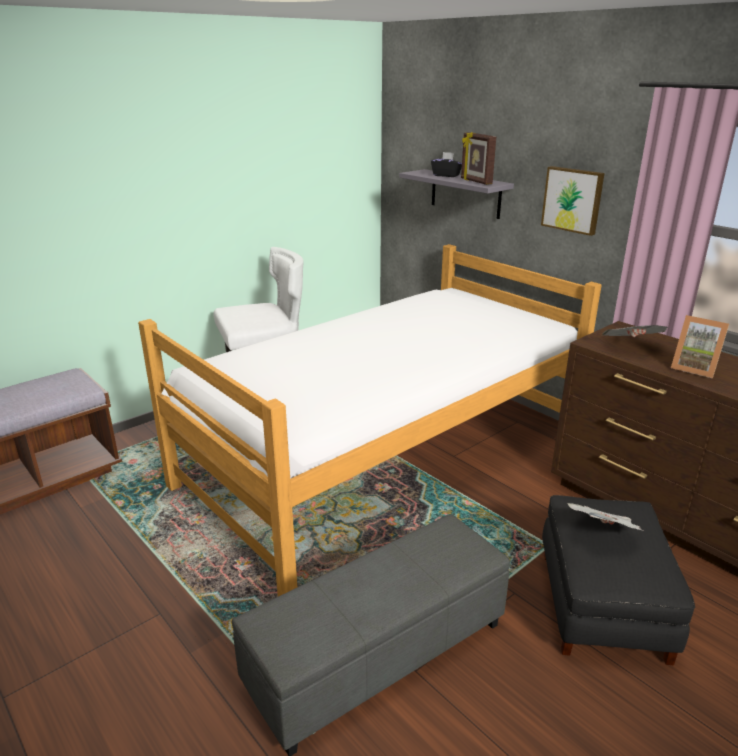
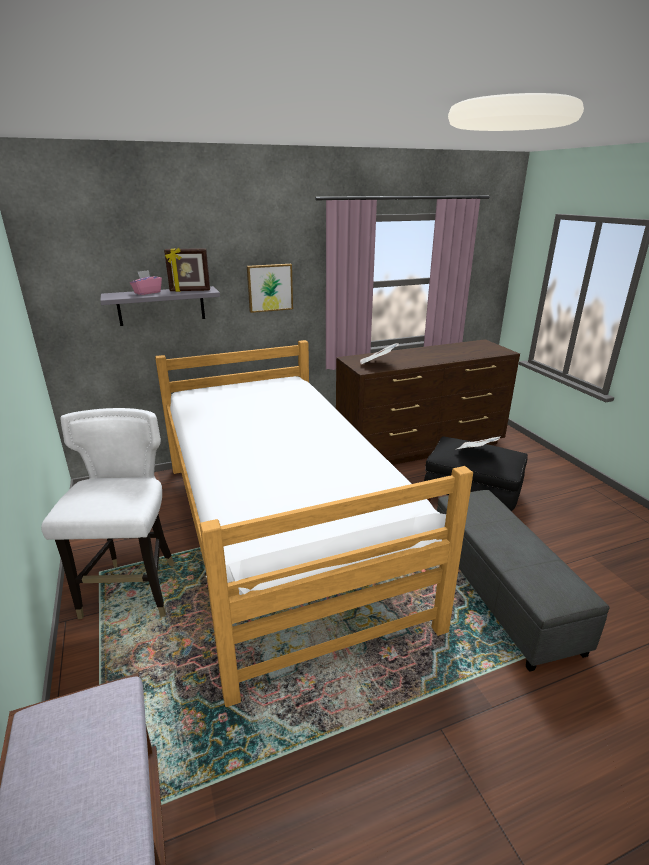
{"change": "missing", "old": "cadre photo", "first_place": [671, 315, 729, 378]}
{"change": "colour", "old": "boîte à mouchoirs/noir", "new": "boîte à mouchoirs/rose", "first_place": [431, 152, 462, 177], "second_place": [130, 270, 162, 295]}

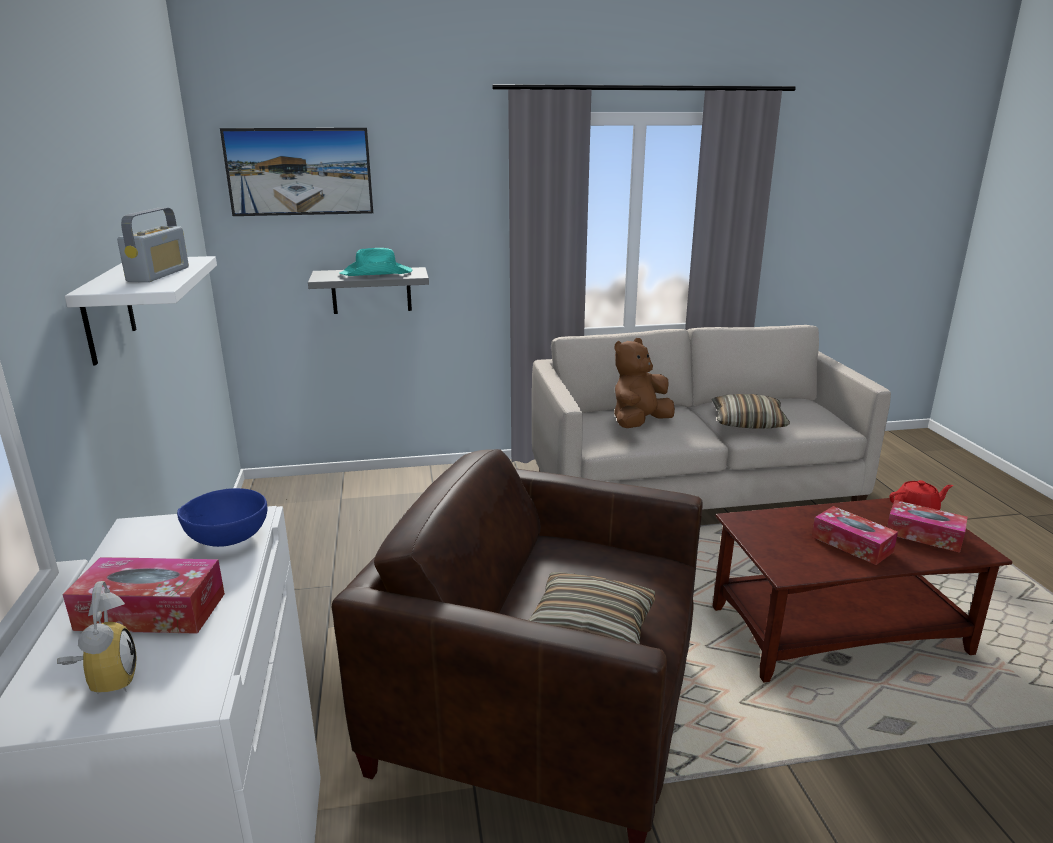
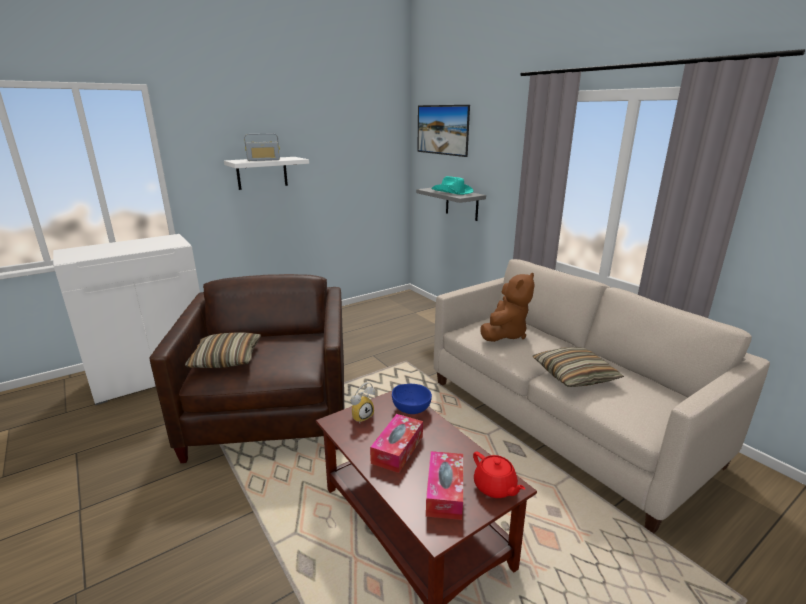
{"change": "missing", "old": "boîte à mouchoirs", "first_place": [63, 557, 225, 634]}
{"change": "relocated", "old": "réveil", "first_place": [57, 581, 136, 695], "second_place": [350, 382, 375, 423]}
{"change": "relocated", "old": "bol/bleu", "first_place": [177, 488, 267, 547], "second_place": [392, 384, 432, 414]}
{"change": "spun", "old": "peluche/marron", "first_place": [614, 338, 675, 428], "second_place": [480, 273, 535, 342], "degrees": 105}

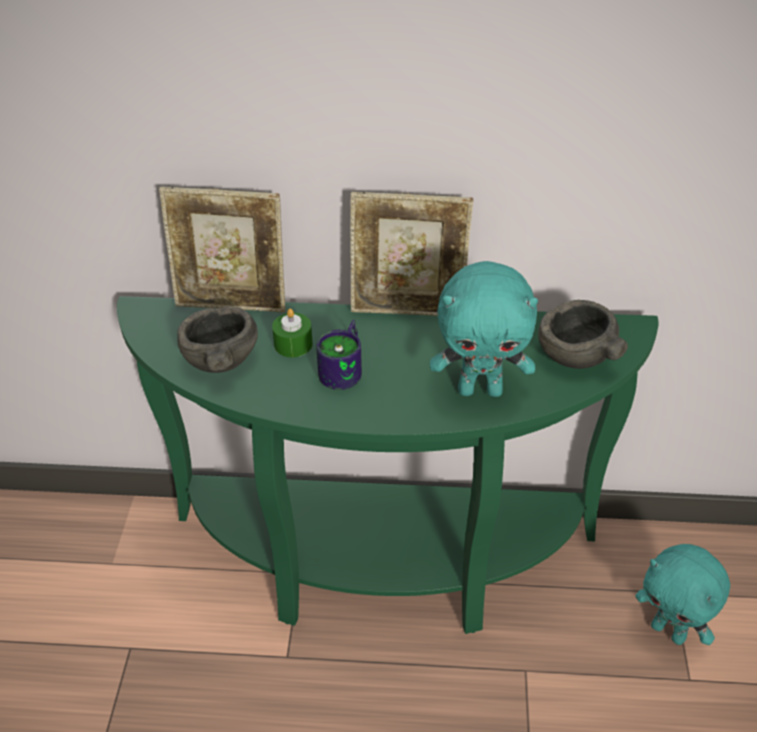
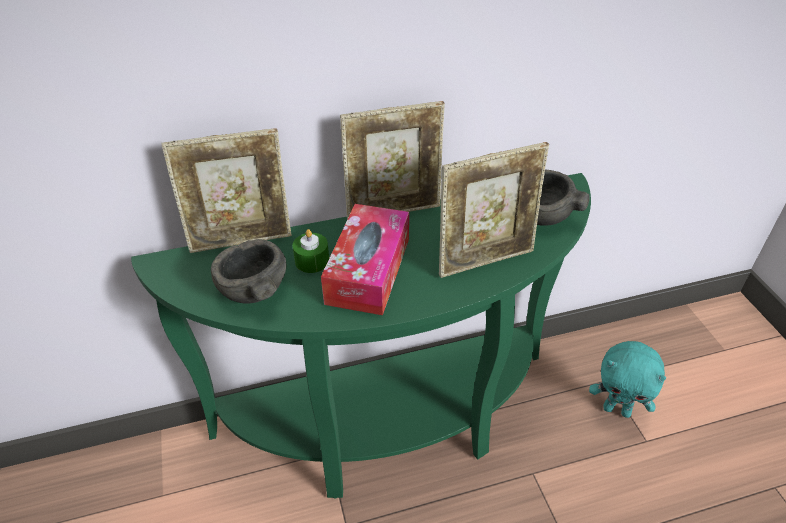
{"change": "exchanged", "old": "mug", "new": "boîte à mouchoirs", "first_place": [316, 320, 362, 390], "second_place": [321, 204, 409, 315]}
{"change": "exchanged", "old": "peluche/turquoise", "new": "cadre photo", "first_place": [430, 261, 538, 397], "second_place": [439, 142, 549, 278]}

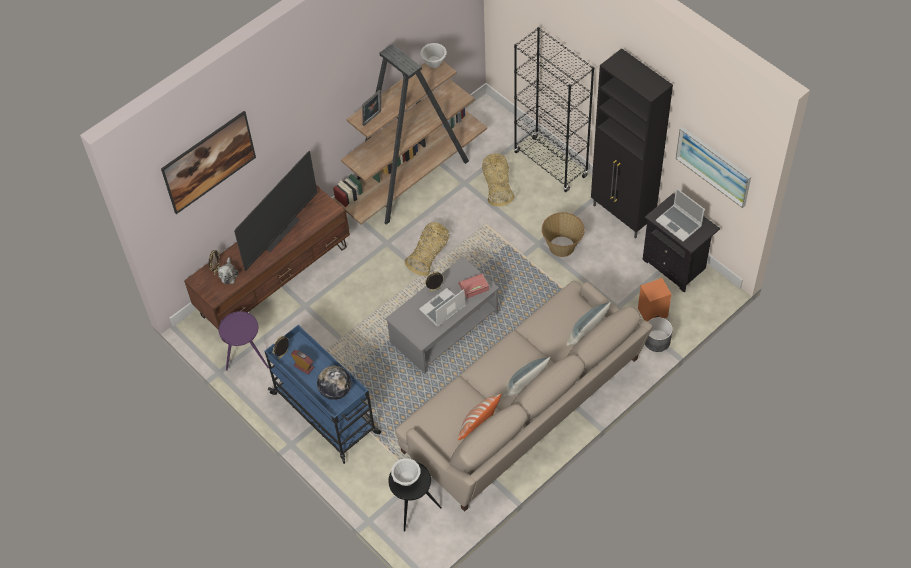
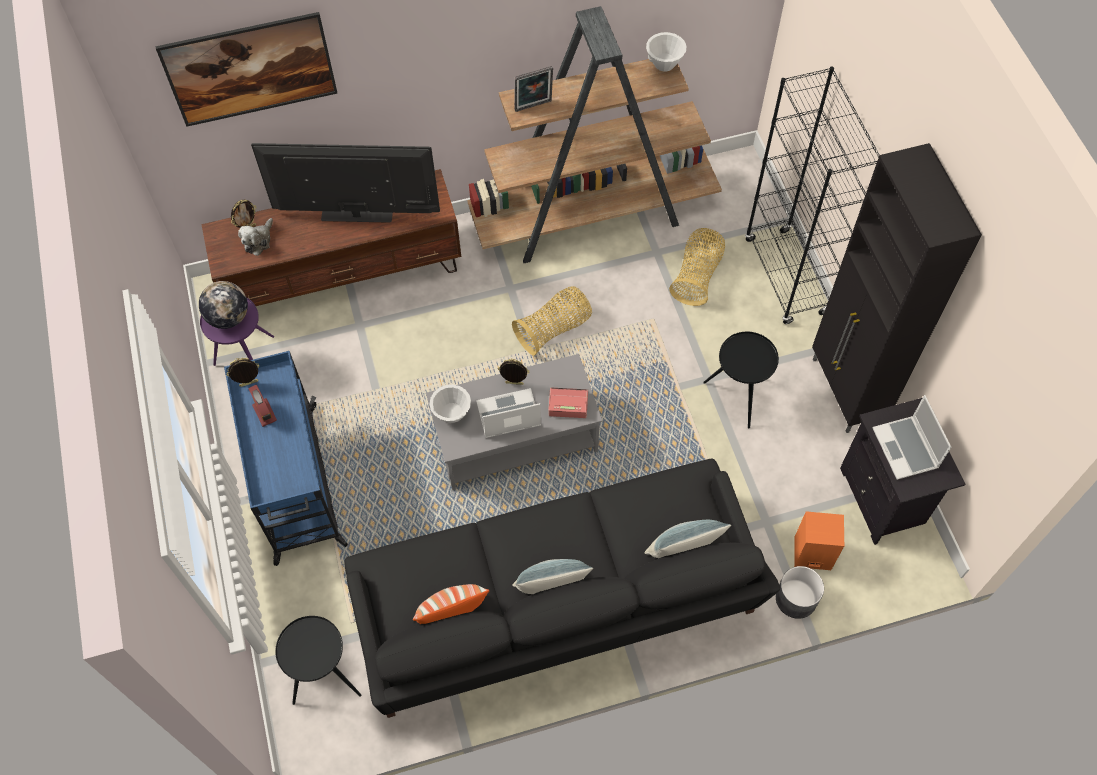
{"change": "missing", "old": "tableau", "first_place": [676, 127, 751, 208]}
{"change": "relocated", "old": "globe", "first_place": [317, 366, 351, 400], "second_place": [199, 281, 248, 329]}
{"change": "relocated", "old": "bol/blanc", "first_place": [391, 458, 420, 486], "second_place": [429, 385, 471, 423]}
{"change": "exchanged", "old": "panier", "new": "table d'appoint/noir", "first_place": [542, 212, 585, 257], "second_place": [703, 332, 779, 428]}
{"change": "colour", "old": "canapé/beige", "new": "canapé/noir", "first_place": [395, 281, 653, 512], "second_place": [345, 459, 780, 718]}
{"change": "spun", "old": "téléviseur", "first_place": [234, 151, 317, 271], "second_place": [251, 143, 440, 223], "degrees": -150}

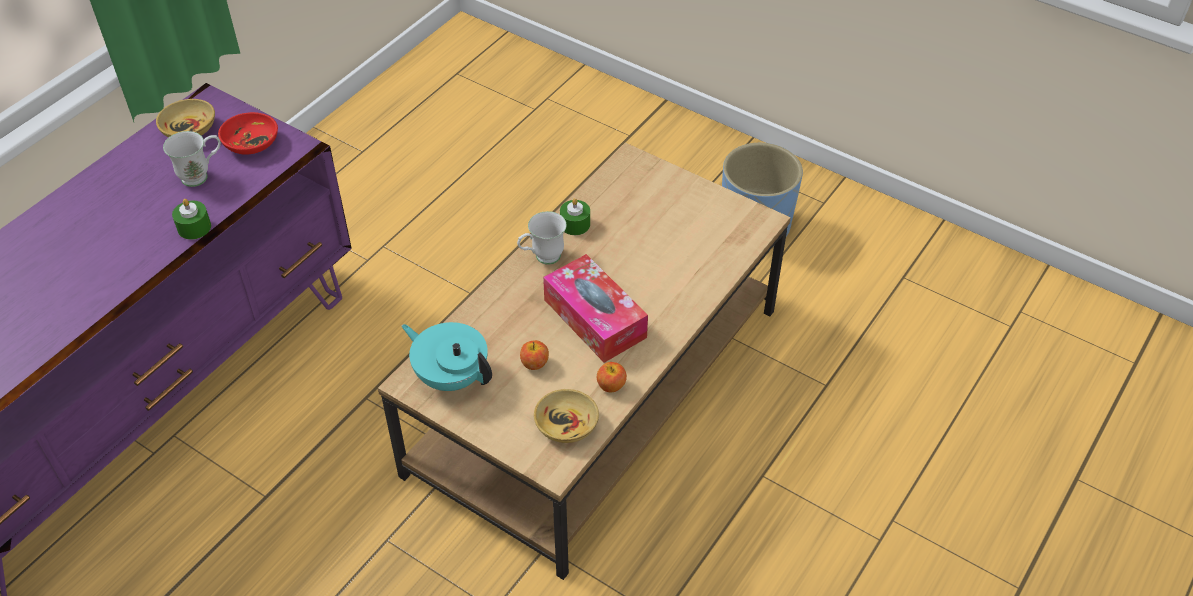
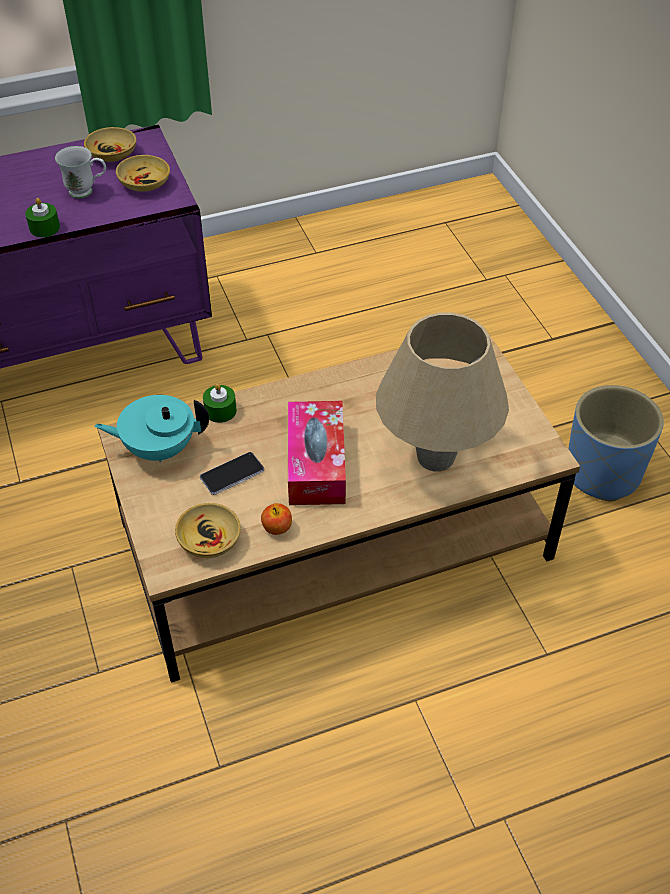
{"change": "missing", "old": "mug/blanc", "first_place": [517, 211, 567, 265]}
{"change": "appeared", "new": "lampe de table/beige", "second_place": [376, 312, 509, 471]}
{"change": "relocated", "old": "bougie/vert", "first_place": [560, 198, 590, 235], "second_place": [203, 384, 237, 423]}
{"change": "exchanged", "old": "pomme", "new": "téléphone", "first_place": [520, 340, 549, 370], "second_place": [200, 452, 264, 495]}
{"change": "colour", "old": "bol/rouge", "new": "bol/beige", "first_place": [218, 112, 278, 155], "second_place": [116, 155, 170, 192]}
{"change": "spun", "old": "théière/turquoise", "first_place": [402, 322, 492, 391], "second_place": [95, 395, 209, 462], "degrees": -75}

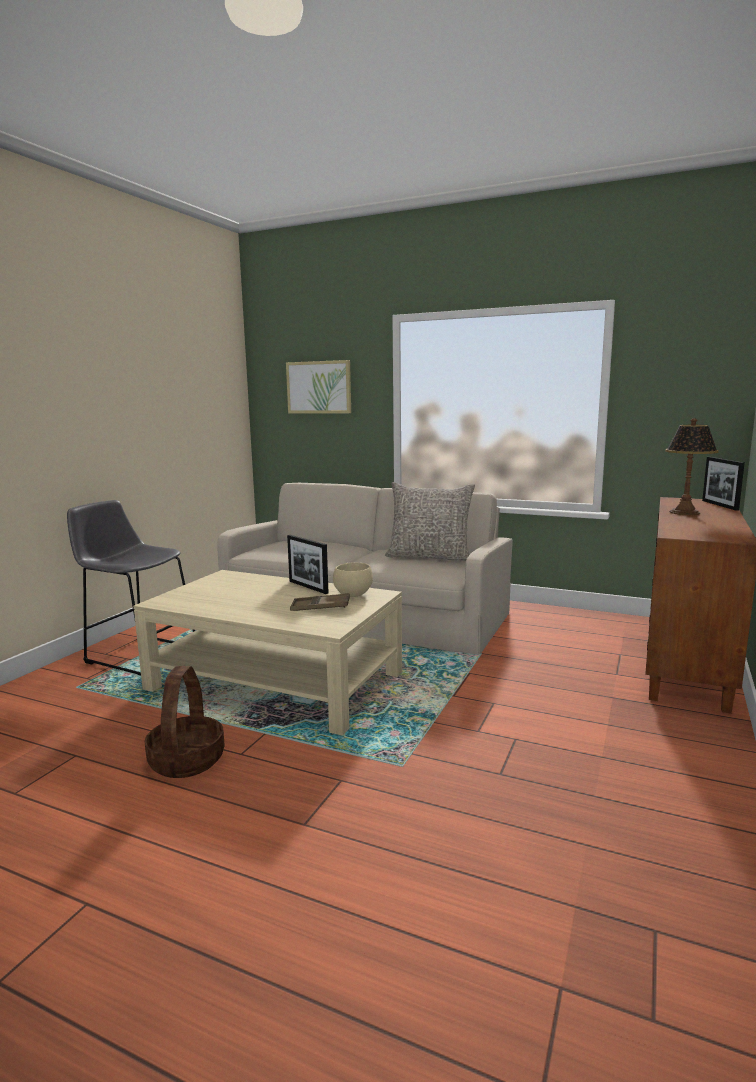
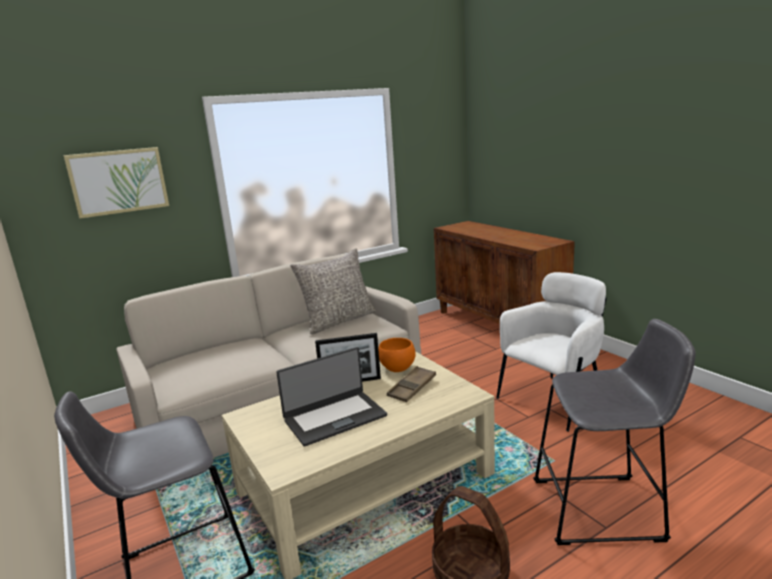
{"change": "missing", "old": "lampe de table", "first_place": [665, 418, 719, 515]}
{"change": "missing", "old": "cadre photo", "first_place": [702, 457, 745, 511]}
{"change": "appeared", "new": "ordinateur portable", "second_place": [276, 347, 387, 446]}
{"change": "appeared", "new": "fauteuil/blanc", "second_place": [496, 272, 607, 432]}
{"change": "appeared", "new": "tabouret/gris", "second_place": [533, 319, 696, 545]}
{"change": "colour", "old": "bol/beige", "new": "bol/orange", "first_place": [333, 562, 373, 597], "second_place": [378, 338, 416, 372]}

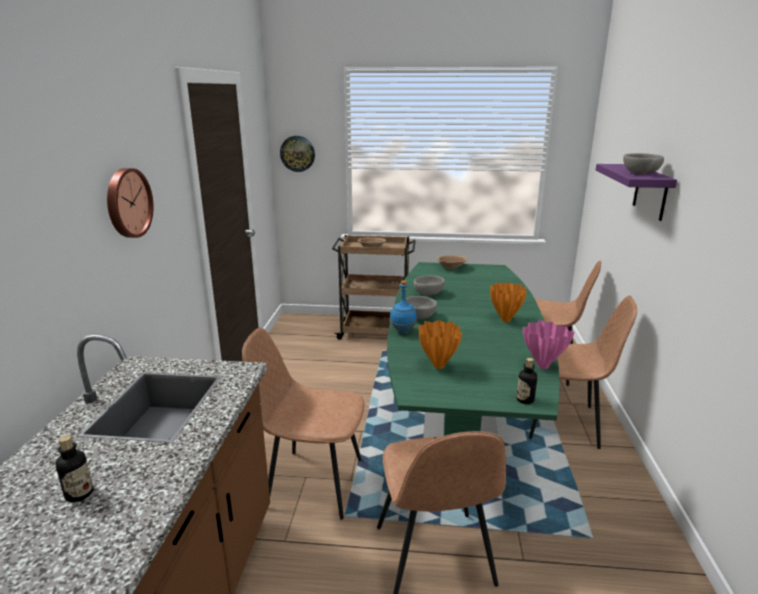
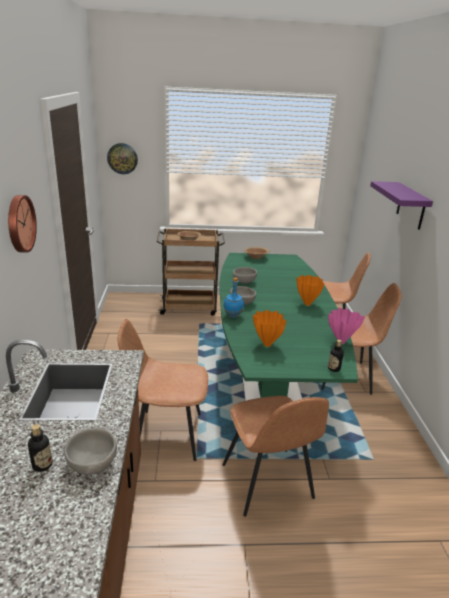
{"change": "relocated", "old": "bol/gris", "first_place": [623, 153, 664, 174], "second_place": [64, 428, 117, 475]}

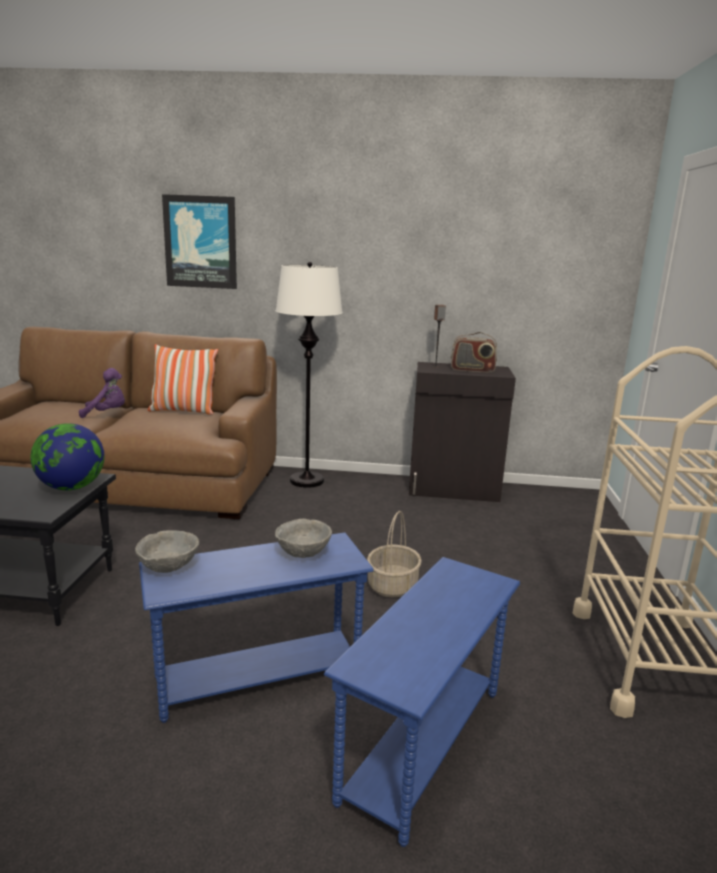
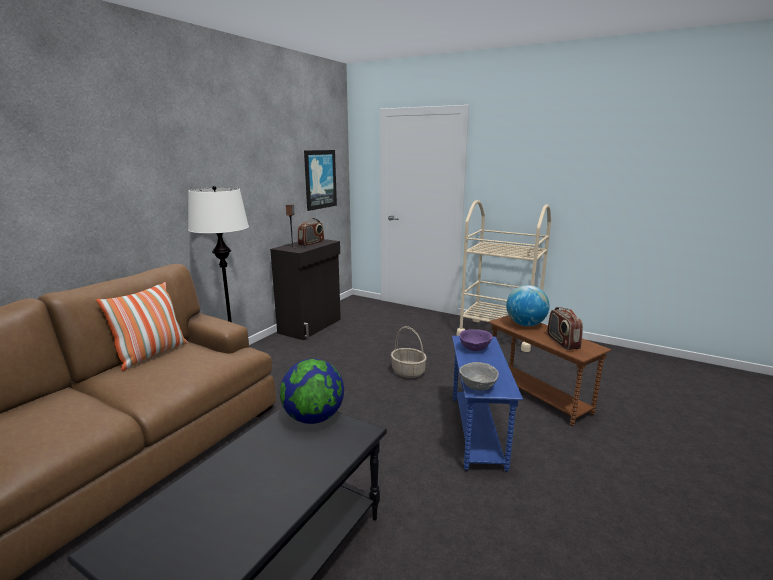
{"change": "missing", "old": "peluche/violet", "first_place": [79, 368, 125, 418]}
{"change": "appeared", "new": "globe", "second_place": [506, 285, 550, 326]}
{"change": "appeared", "new": "radio", "second_place": [547, 307, 583, 350]}
{"change": "relocated", "old": "tableau", "first_place": [162, 194, 237, 289], "second_place": [304, 150, 337, 211]}
{"change": "colour", "old": "bol/gris", "new": "bol/violet", "first_place": [275, 519, 332, 558], "second_place": [460, 329, 493, 351]}
{"change": "colour", "old": "table d'appoint/bleu", "new": "table d'appoint/marron", "first_place": [324, 557, 520, 847], "second_place": [488, 315, 611, 426]}

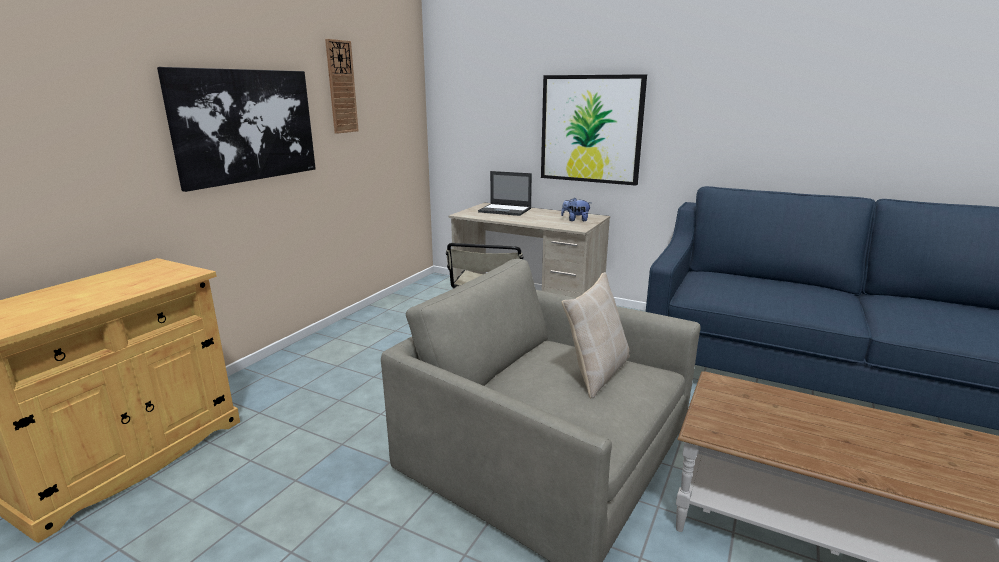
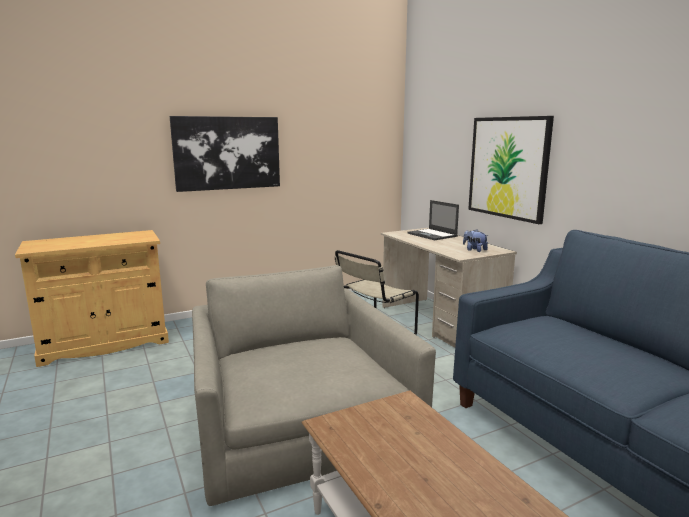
{"change": "missing", "old": "horloge murale", "first_place": [325, 39, 359, 134]}
{"change": "missing", "old": "coussin/beige", "first_place": [562, 272, 630, 398]}

